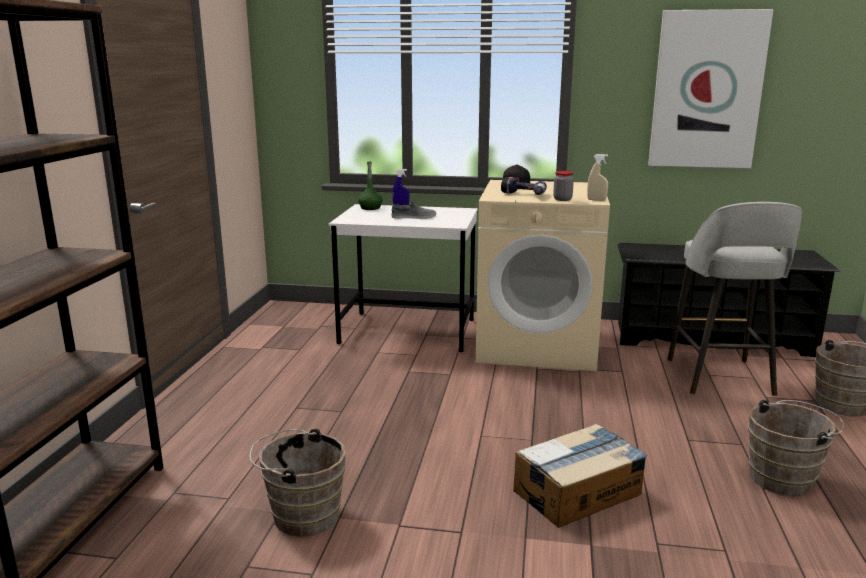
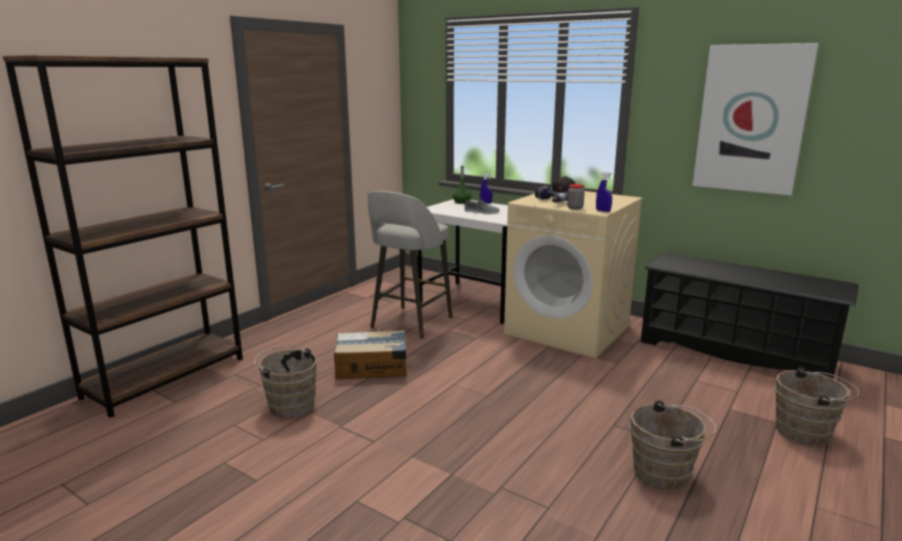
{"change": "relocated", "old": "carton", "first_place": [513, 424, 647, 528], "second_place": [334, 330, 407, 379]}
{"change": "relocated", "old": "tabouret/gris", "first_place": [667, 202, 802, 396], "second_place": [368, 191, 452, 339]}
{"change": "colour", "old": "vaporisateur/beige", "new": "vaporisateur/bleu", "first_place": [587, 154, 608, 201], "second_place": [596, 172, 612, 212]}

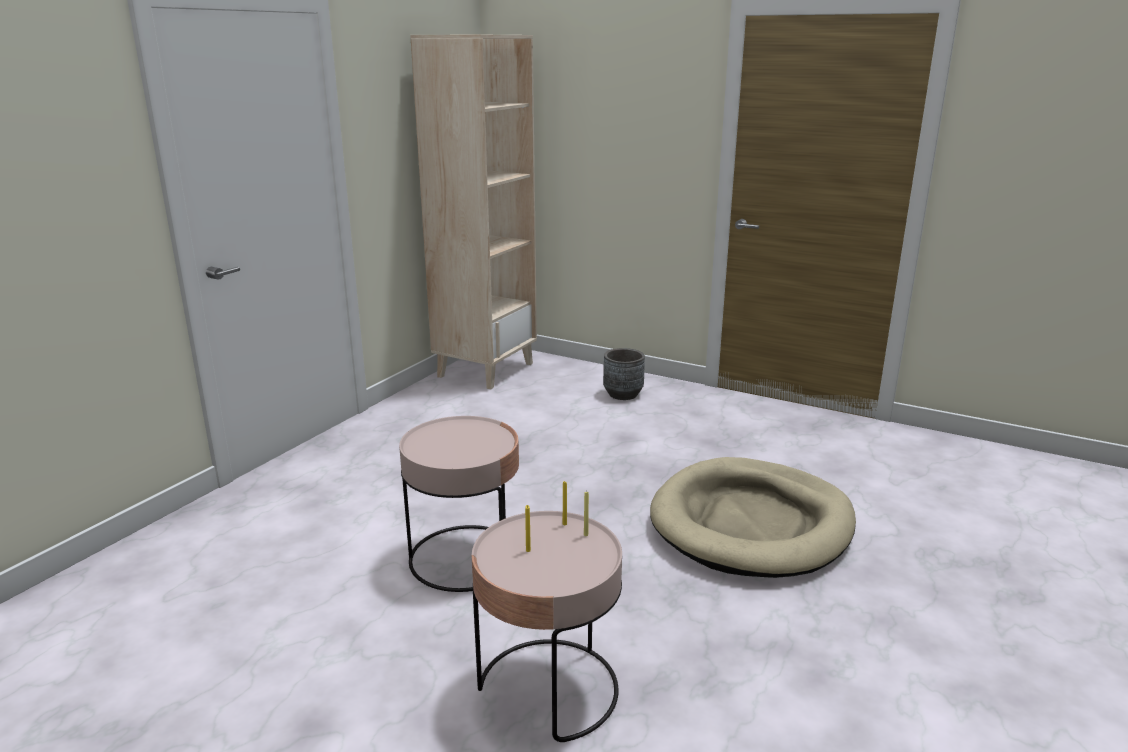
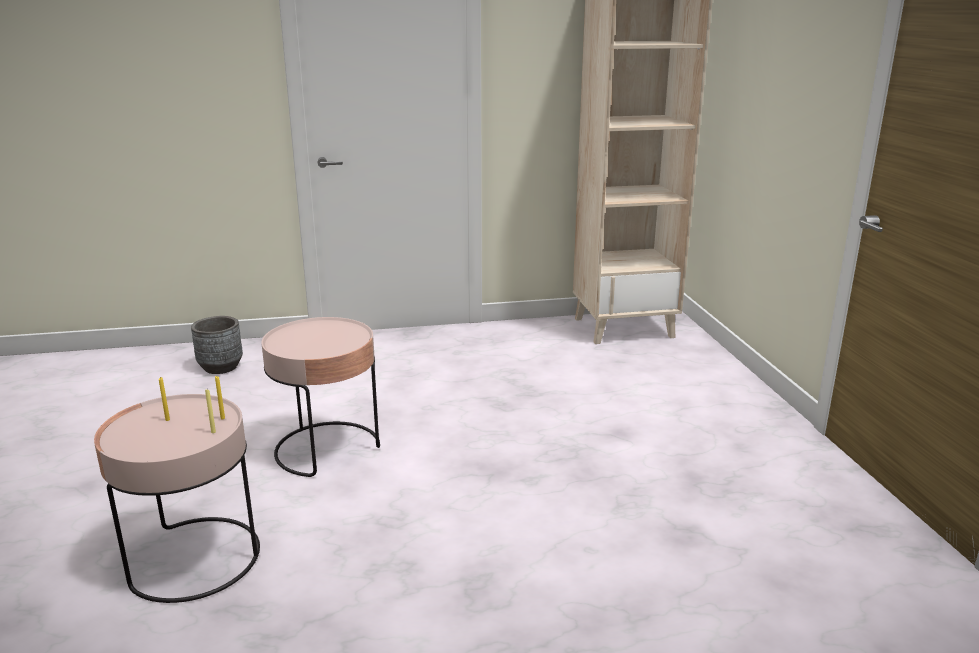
{"change": "missing", "old": "panier pour chien/beige", "first_place": [650, 457, 856, 578]}
{"change": "relocated", "old": "cache-pot/gris", "first_place": [603, 348, 645, 400], "second_place": [191, 316, 243, 374]}

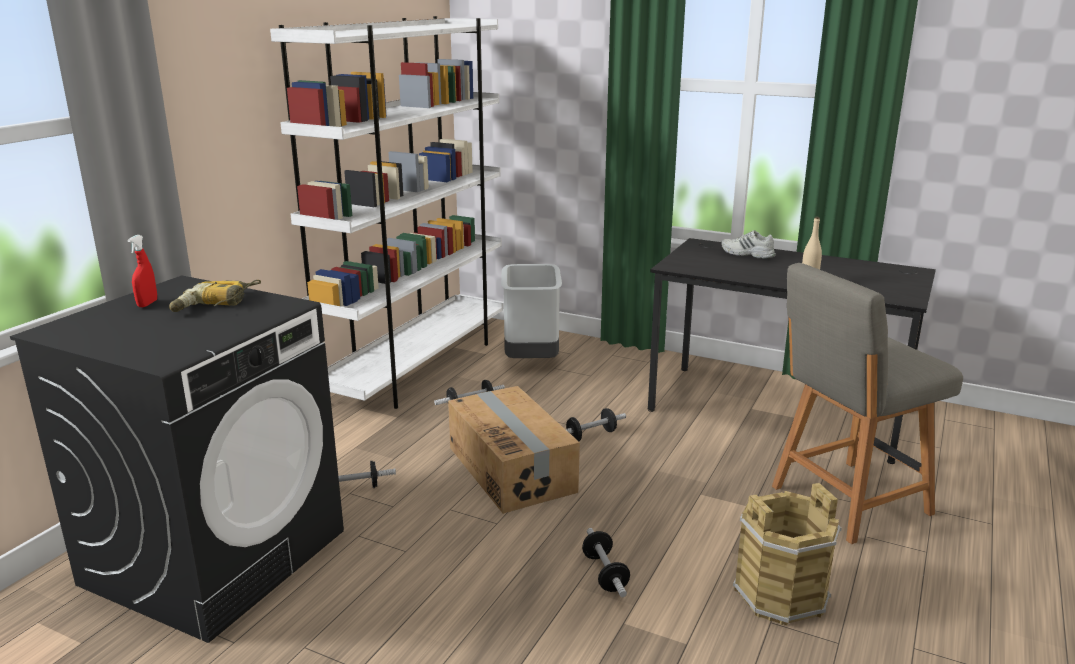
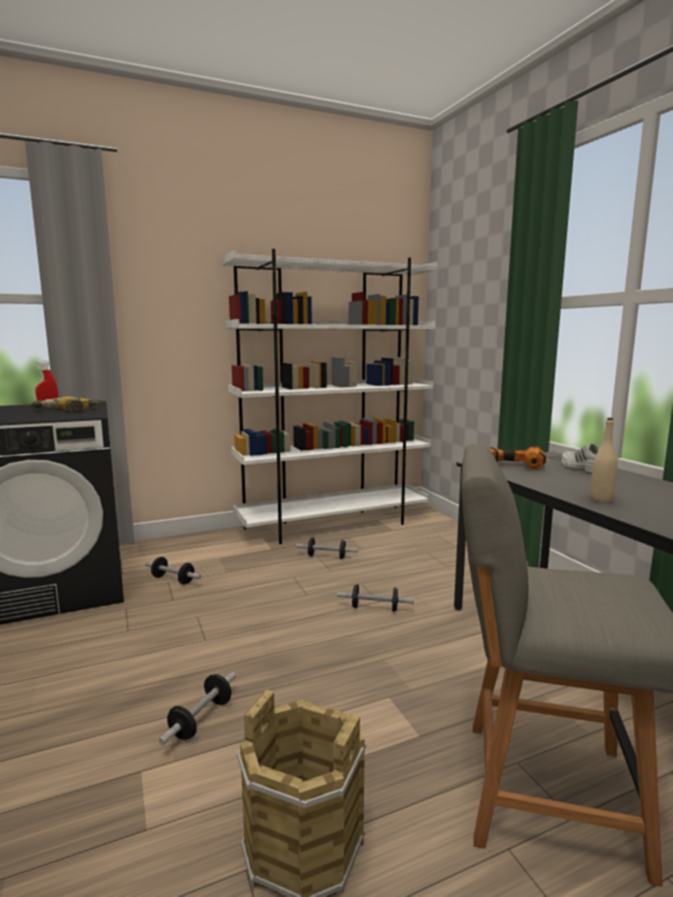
{"change": "missing", "old": "carton", "first_place": [448, 386, 580, 514]}
{"change": "missing", "old": "poubelle/gris", "first_place": [501, 264, 562, 358]}
{"change": "appeared", "new": "perceuse", "second_place": [488, 446, 546, 469]}

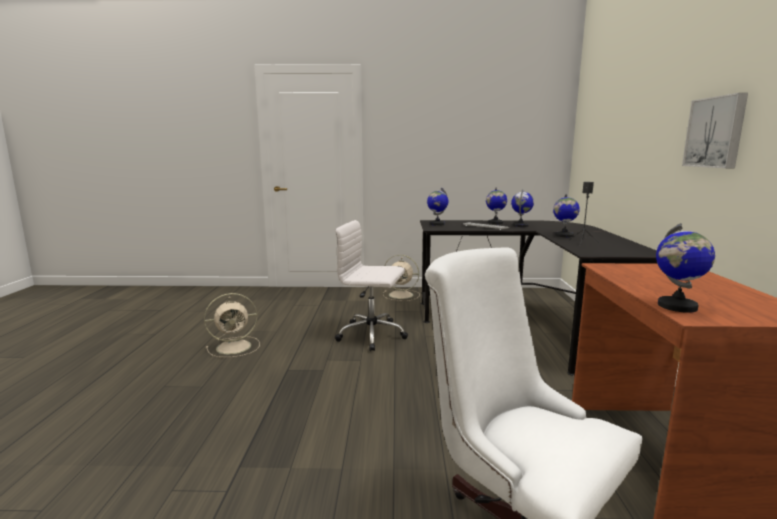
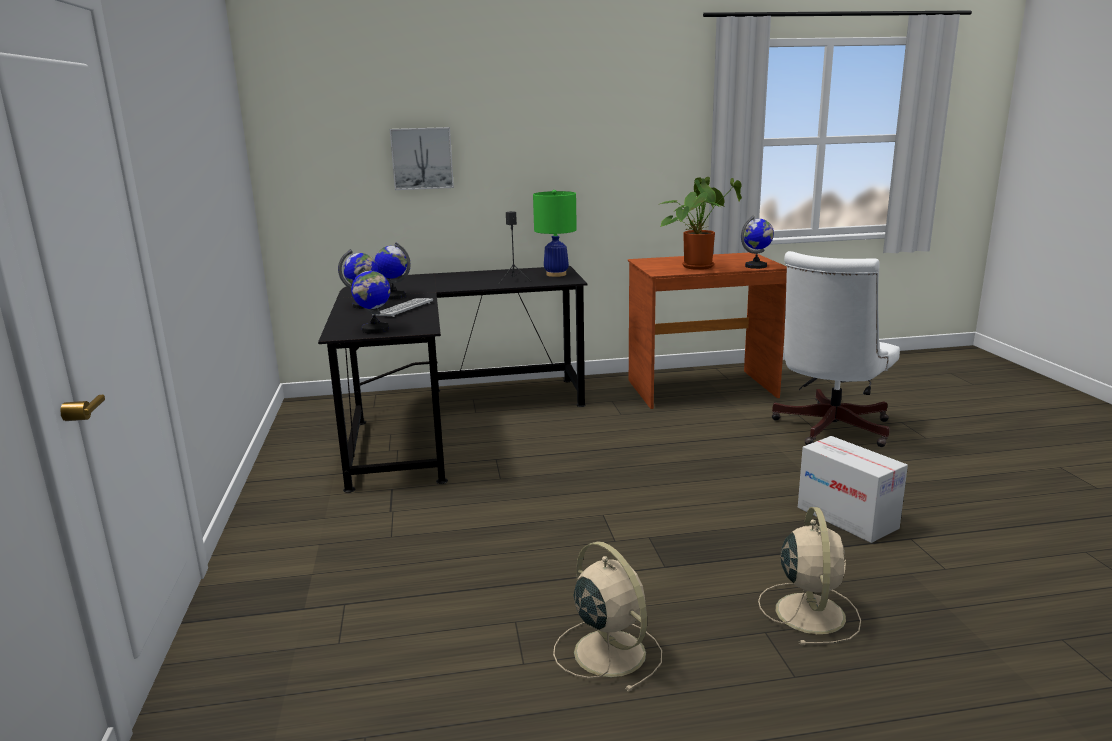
{"change": "missing", "old": "chaise de bureau/blanc", "first_place": [335, 220, 408, 351]}
{"change": "missing", "old": "globe", "first_place": [553, 194, 580, 237]}
{"change": "appeared", "new": "lampe de table/vert", "second_place": [533, 190, 577, 277]}
{"change": "appeared", "new": "plante en pot", "second_place": [660, 177, 742, 270]}
{"change": "appeared", "new": "carton", "second_place": [798, 436, 908, 543]}
{"change": "relocated", "old": "ventilateur/beige", "first_place": [383, 255, 420, 301], "second_place": [758, 507, 861, 645]}
{"change": "relocated", "old": "tableau", "first_place": [682, 93, 748, 168], "second_place": [390, 127, 454, 190]}

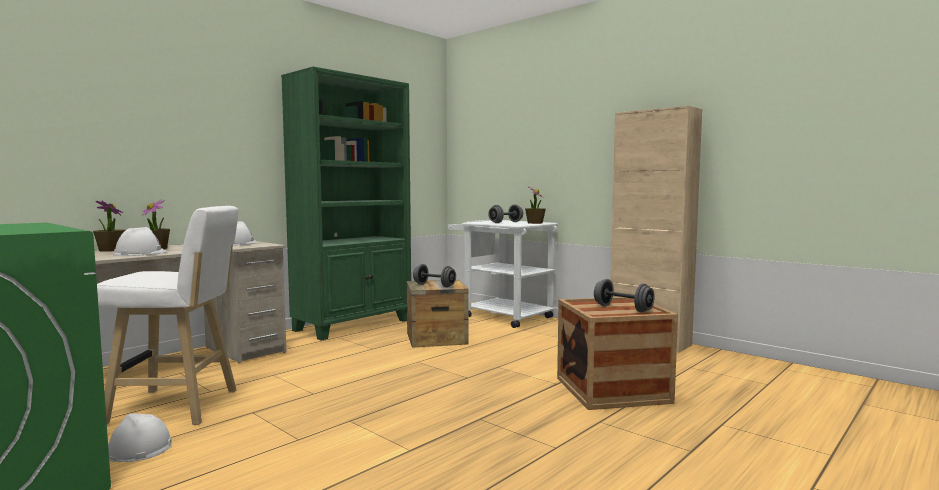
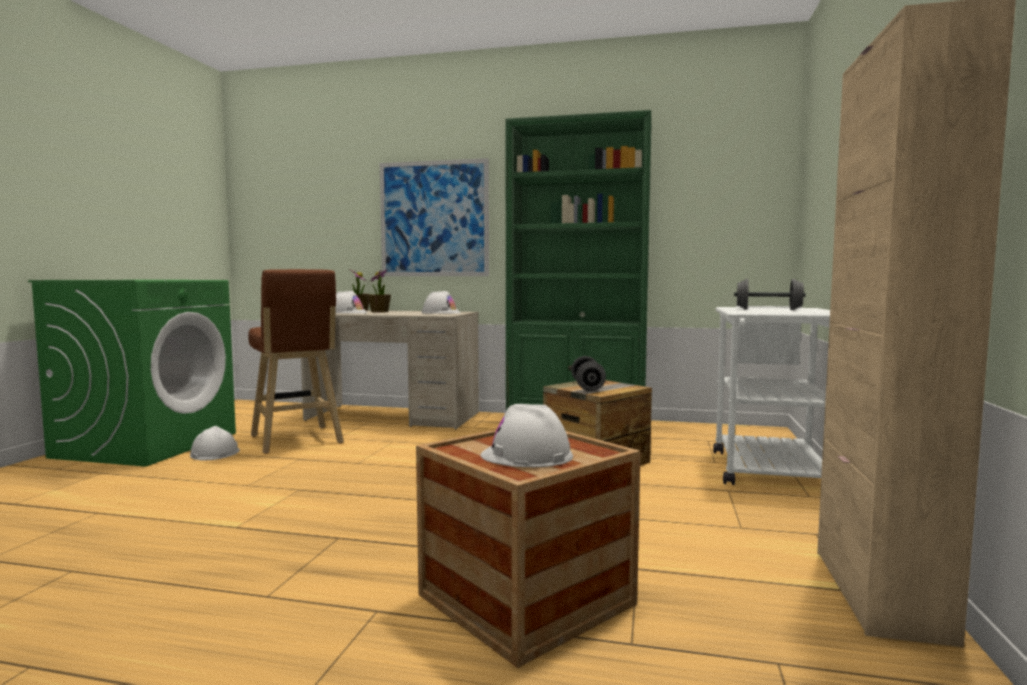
{"change": "missing", "old": "plante en pot", "first_place": [525, 187, 546, 224]}
{"change": "appeared", "new": "tableau", "second_place": [380, 158, 489, 276]}
{"change": "exchanged", "old": "haltère/gris", "new": "casque de chantier/blanc", "first_place": [594, 279, 655, 312], "second_place": [480, 404, 573, 467]}
{"change": "colour", "old": "tabouret/blanc", "new": "tabouret/marron", "first_place": [97, 206, 238, 425], "second_place": [248, 269, 344, 454]}

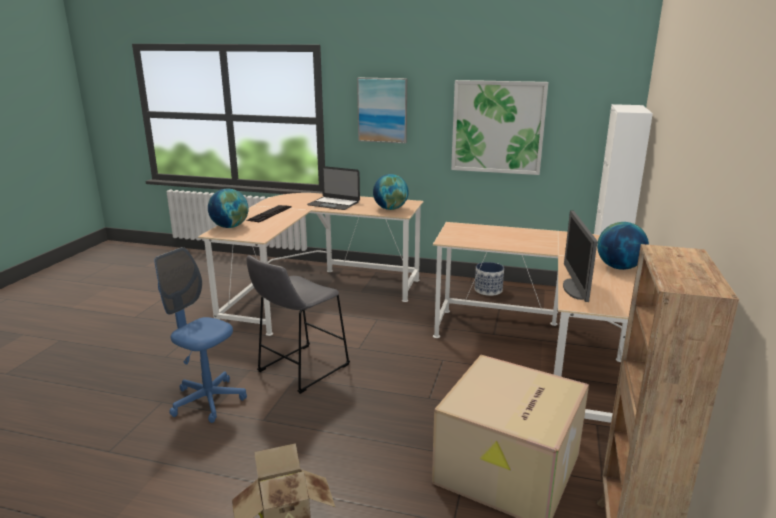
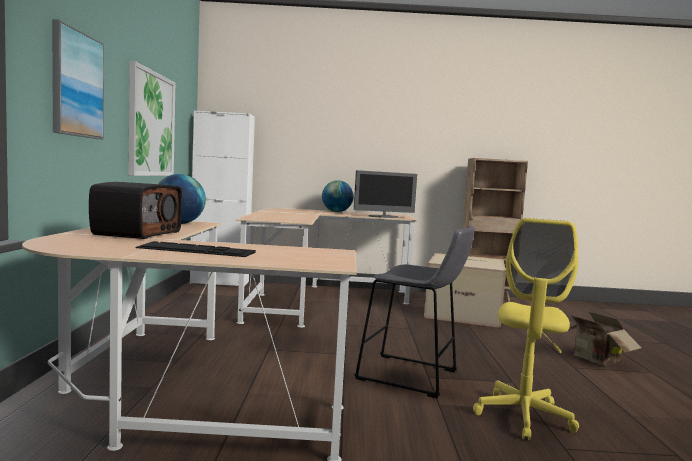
{"change": "missing", "old": "globe", "first_place": [208, 189, 249, 228]}
{"change": "missing", "old": "cache-pot", "first_place": [475, 262, 504, 296]}
{"change": "exchanged", "old": "ordinateur portable", "new": "radio", "first_place": [307, 166, 360, 210], "second_place": [89, 182, 182, 239]}
{"change": "colour", "old": "chaise de bureau/bleu", "new": "chaise de bureau/jaune", "first_place": [155, 247, 247, 423], "second_place": [473, 218, 579, 441]}

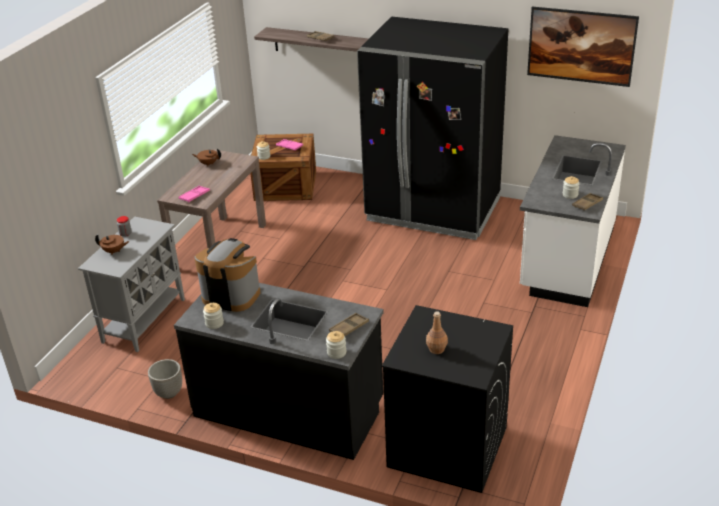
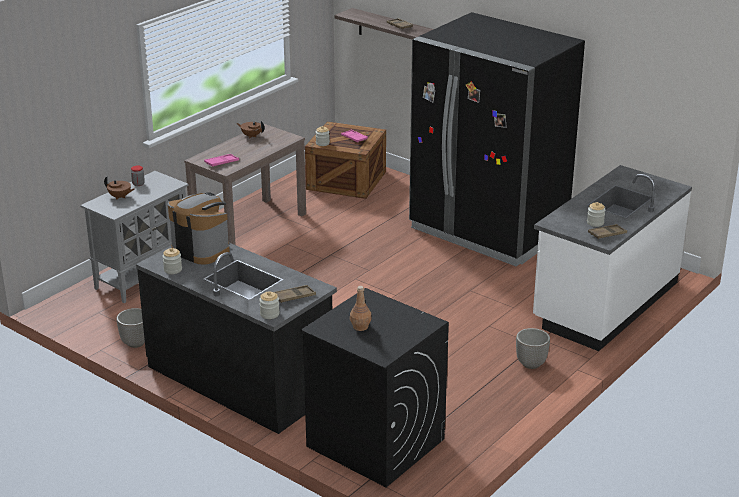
{"change": "missing", "old": "tableau", "first_place": [527, 7, 639, 87]}
{"change": "appeared", "new": "cache-pot", "second_place": [516, 328, 550, 369]}

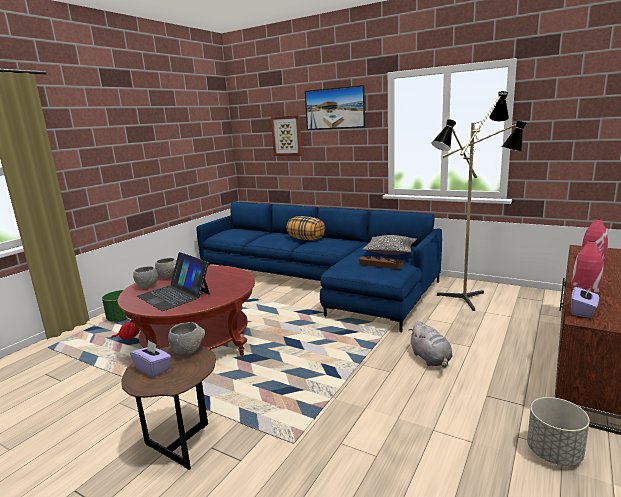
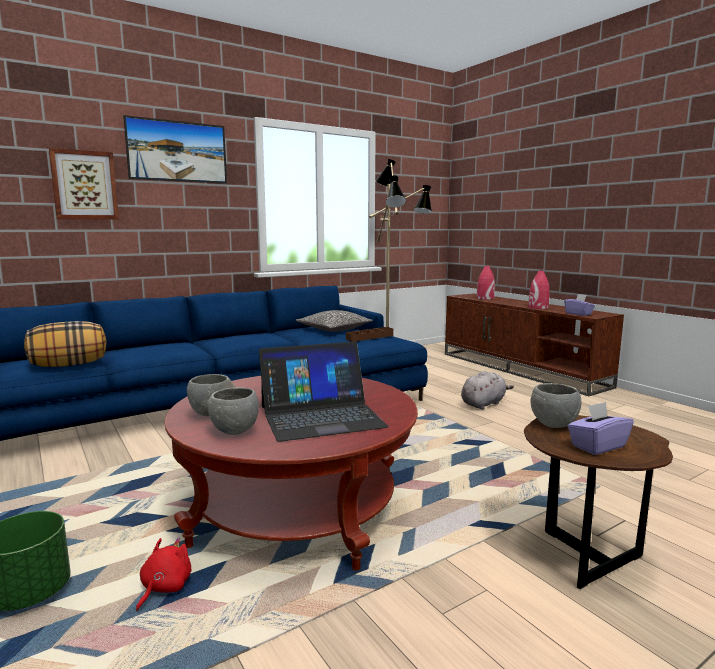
{"change": "missing", "old": "cache-pot/gris", "first_place": [527, 397, 590, 466]}
{"change": "relocated", "old": "coussin", "first_place": [287, 216, 325, 240], "second_place": [24, 321, 106, 367]}
{"change": "spun", "old": "peluche/gris", "first_place": [408, 321, 453, 368], "second_place": [461, 371, 514, 410], "degrees": -45}

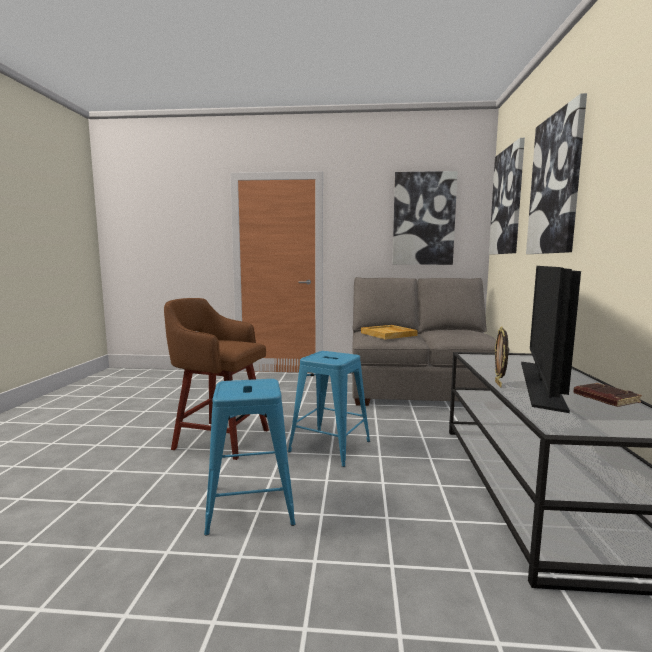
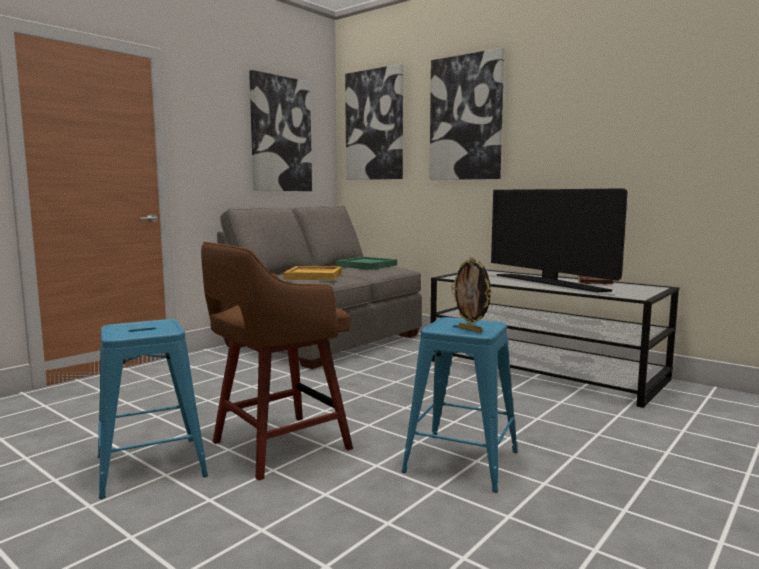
{"change": "appeared", "new": "plateau/vert", "second_place": [336, 257, 397, 270]}
{"change": "relocated", "old": "tabouret/bleu", "first_place": [288, 351, 370, 467], "second_place": [98, 319, 208, 499]}
{"change": "relocated", "old": "cadre photo", "first_place": [495, 327, 508, 387], "second_place": [451, 257, 492, 333]}

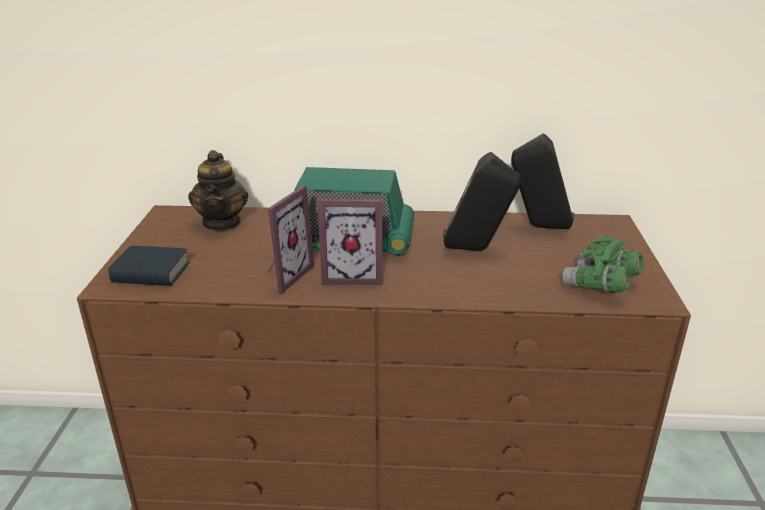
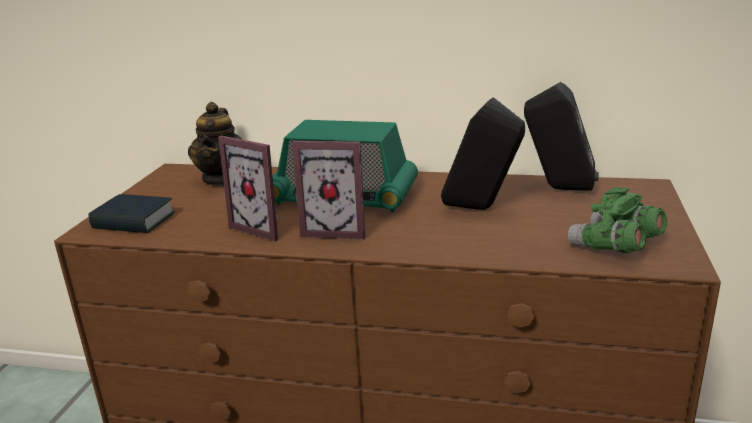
{"change": "spun", "old": "cadre photo", "first_place": [268, 185, 314, 294], "second_place": [218, 135, 280, 241], "degrees": 90}

